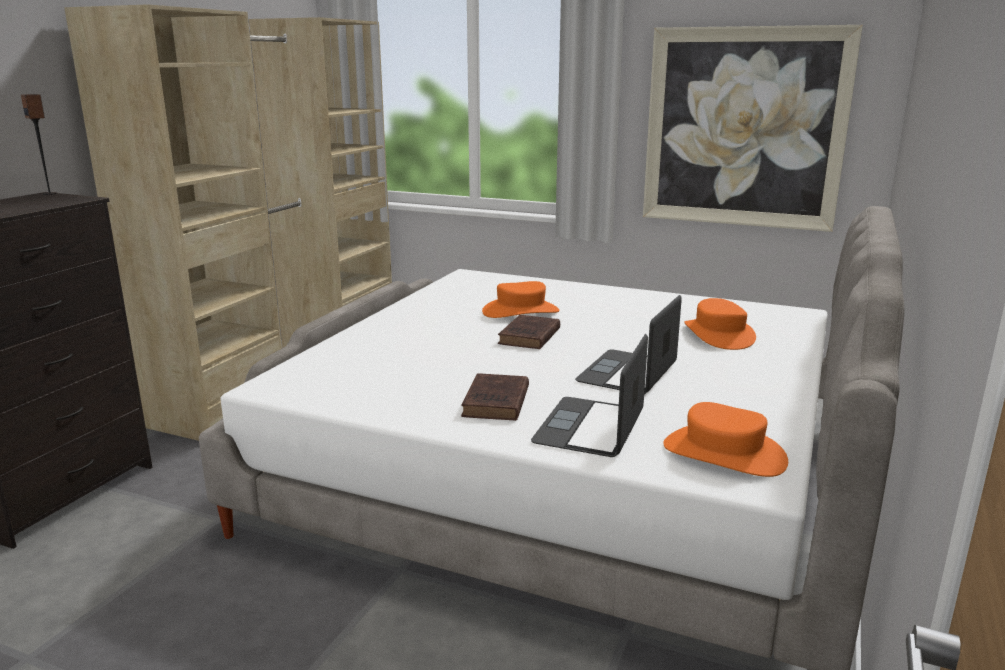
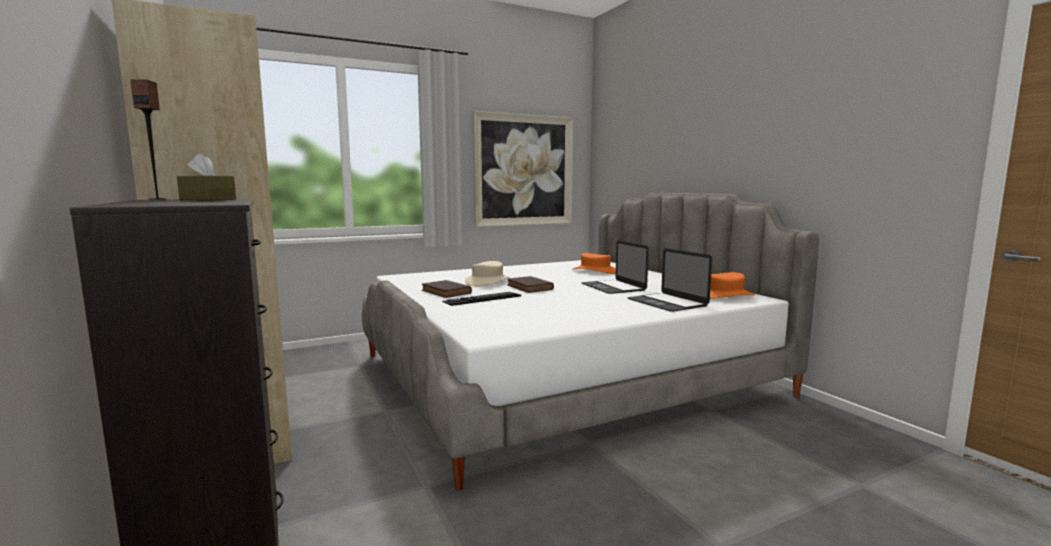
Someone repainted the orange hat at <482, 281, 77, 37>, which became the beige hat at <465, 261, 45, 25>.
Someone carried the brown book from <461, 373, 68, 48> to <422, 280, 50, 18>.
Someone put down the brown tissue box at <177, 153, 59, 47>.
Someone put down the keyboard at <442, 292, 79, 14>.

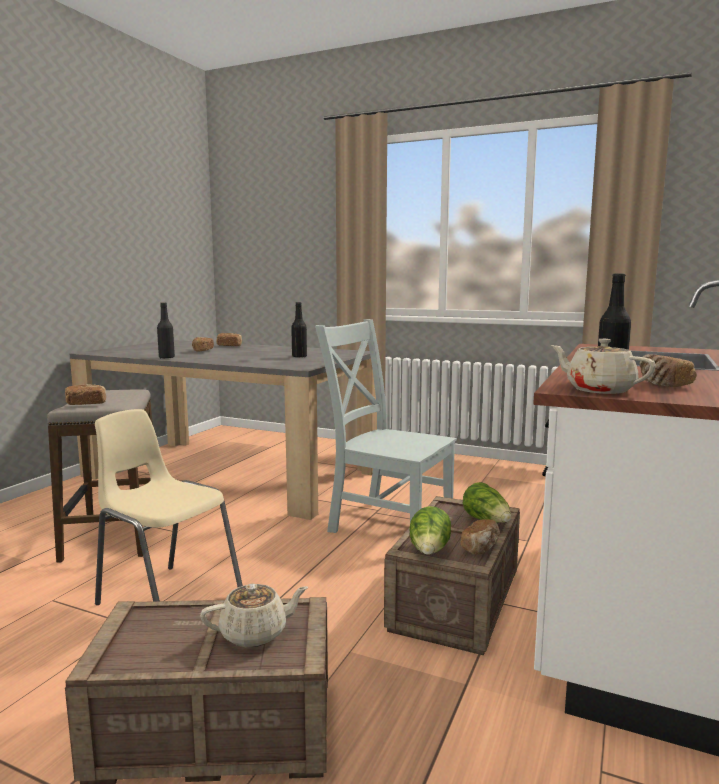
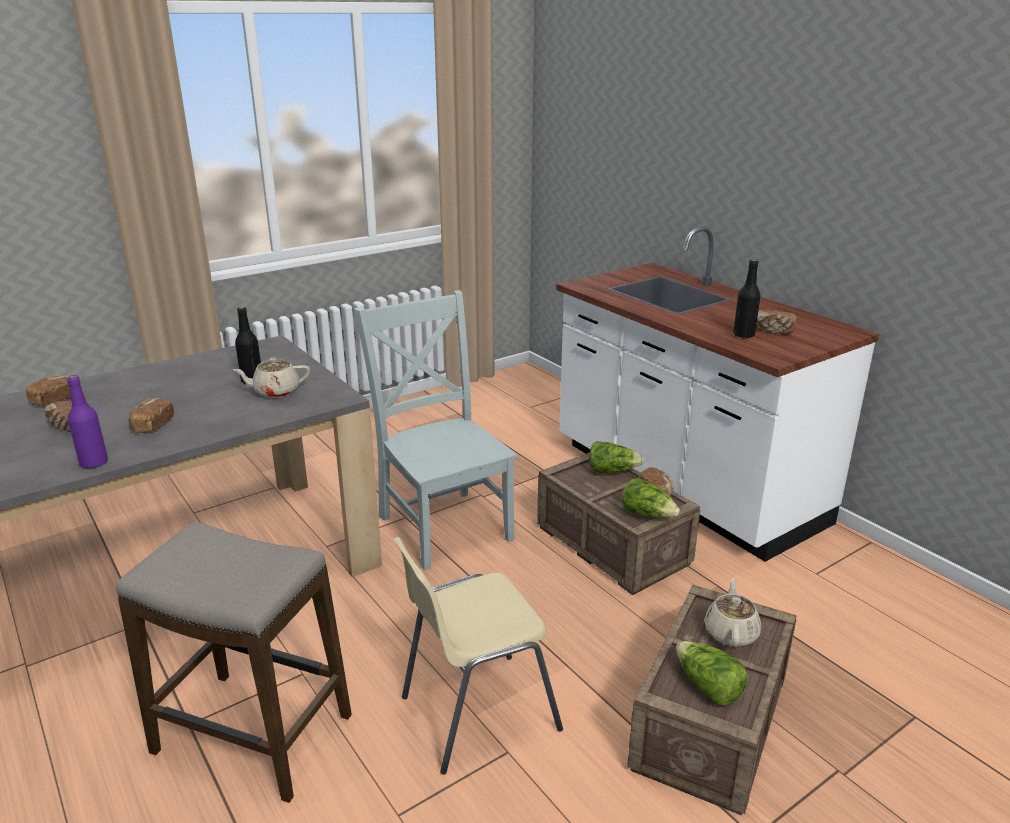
Someone repainted the black bottle at <157, 302, 18, 56>, which became the purple bottle at <67, 375, 41, 94>.
Someone rotated the grey chair at <315, 319, 142, 214> by 90 degrees clockwise.
Someone carried the beige teapot from <551, 338, 105, 56> to <233, 358, 77, 40>.
Someone carried the bread from <65, 384, 41, 21> to <128, 398, 46, 35>.
Someone put down the lettuce at <676, 641, 72, 65>.

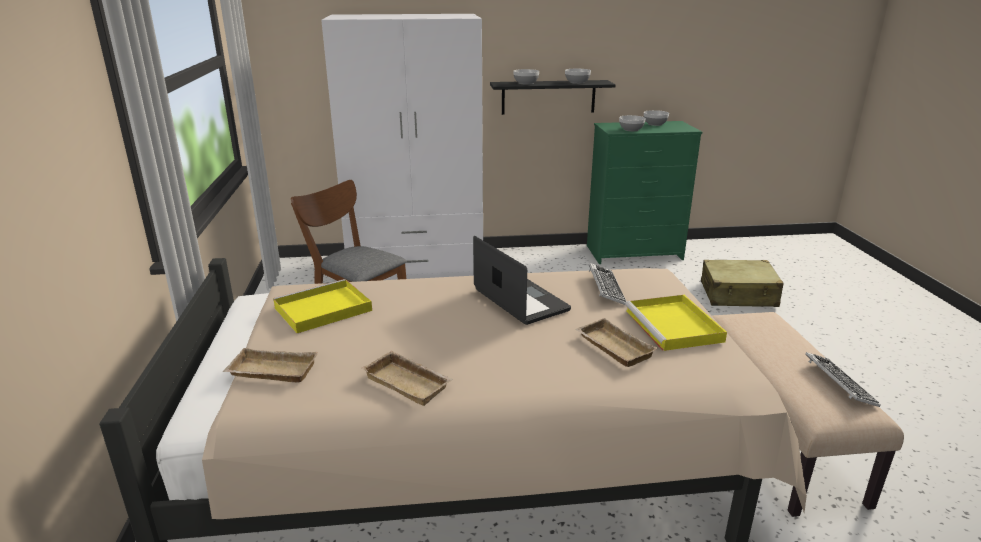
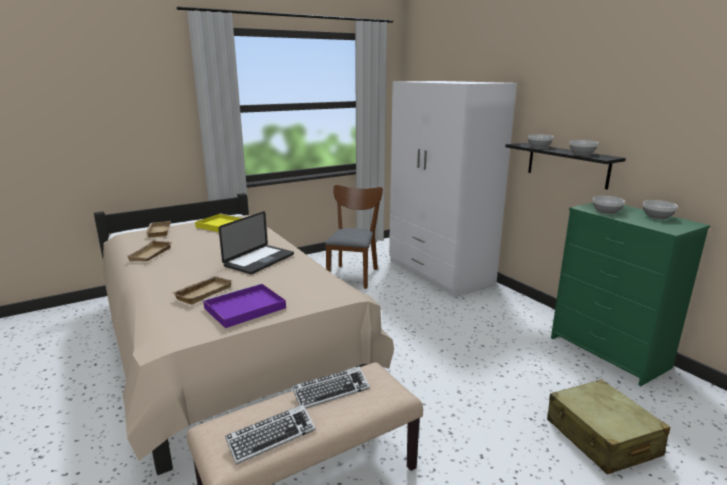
Someone carried the keyboard from <589, 263, 38, 42> to <292, 366, 78, 43>.
Someone repainted the yellow tray at <625, 295, 102, 56>, which became the purple tray at <203, 283, 83, 45>.

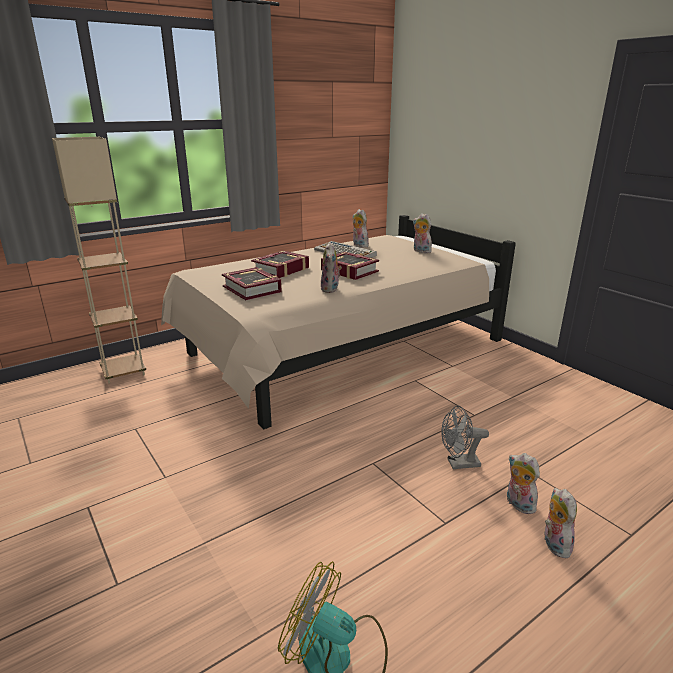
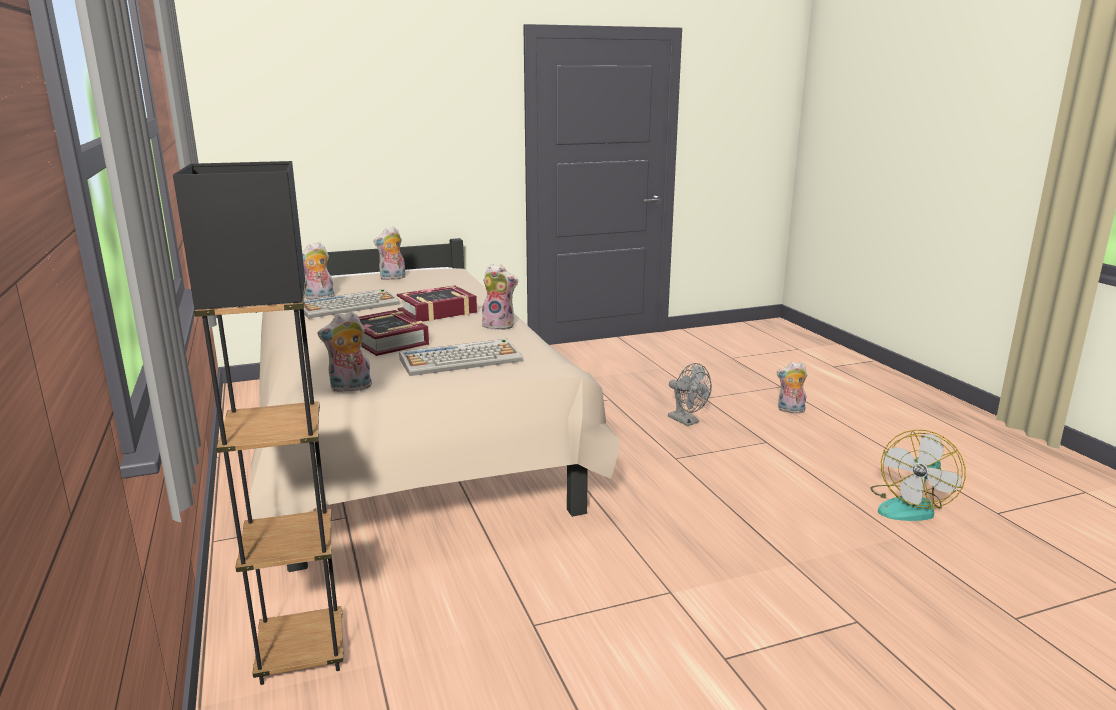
Someone repainted the beige floor lamp at <52, 137, 94, 247>, which became the black floor lamp at <173, 161, 171, 524>.
Someone swapped the book at <222, 267, 60, 33> for the keyboard at <399, 339, 124, 37>.
Someone rotated the grey fan at <441, 405, 48, 64> by 45 degrees counterclockwise.
Someone carried the plush toy from <507, 453, 33, 61> to <317, 311, 55, 81>.

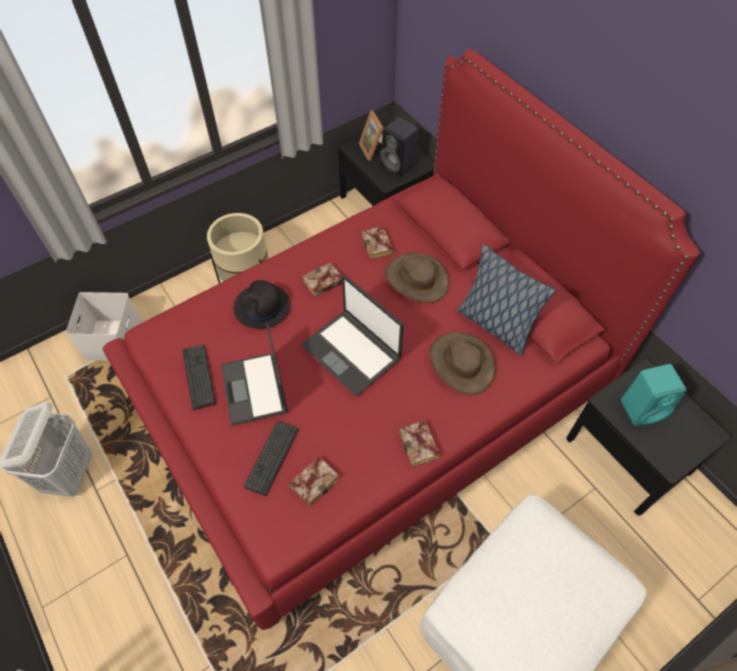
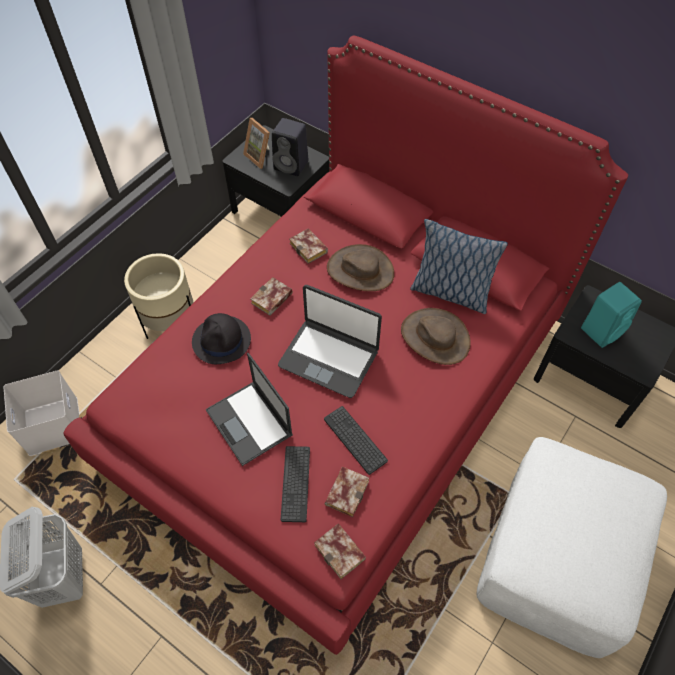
Someone carried the keyboard from <182, 344, 34, 66> to <324, 406, 64, 69>.
Someone carried the book from <399, 420, 41, 47> to <314, 523, 52, 56>.

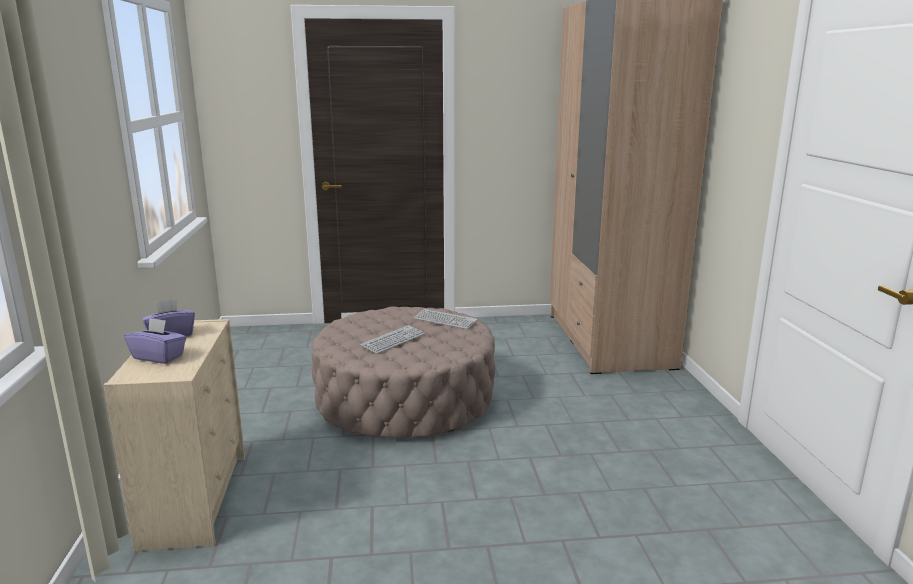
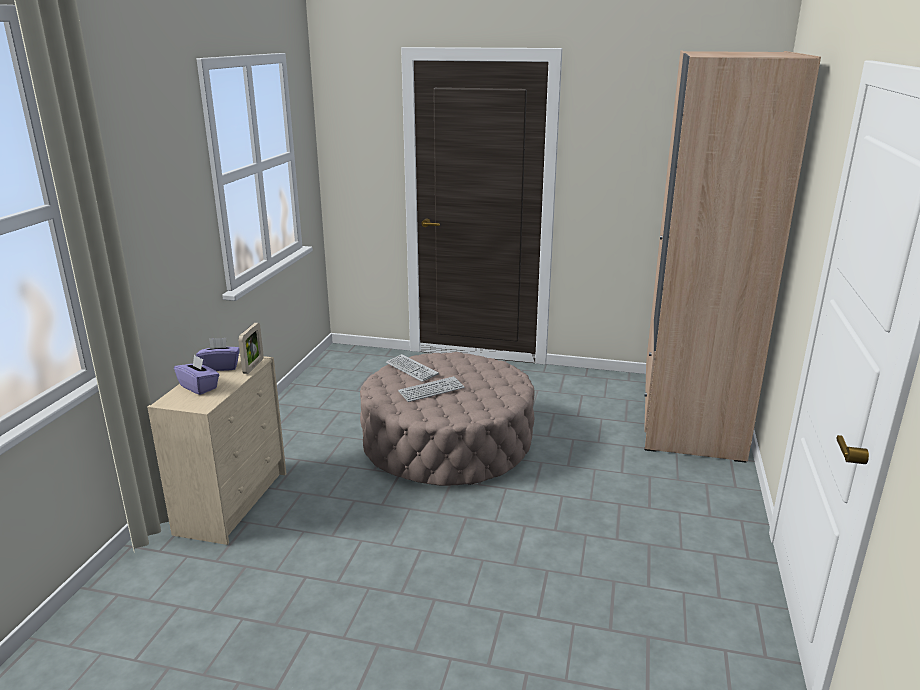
Someone carried the keyboard from <413, 309, 65, 20> to <386, 354, 53, 28>.
Someone put down the picture frame at <238, 323, 26, 51>.

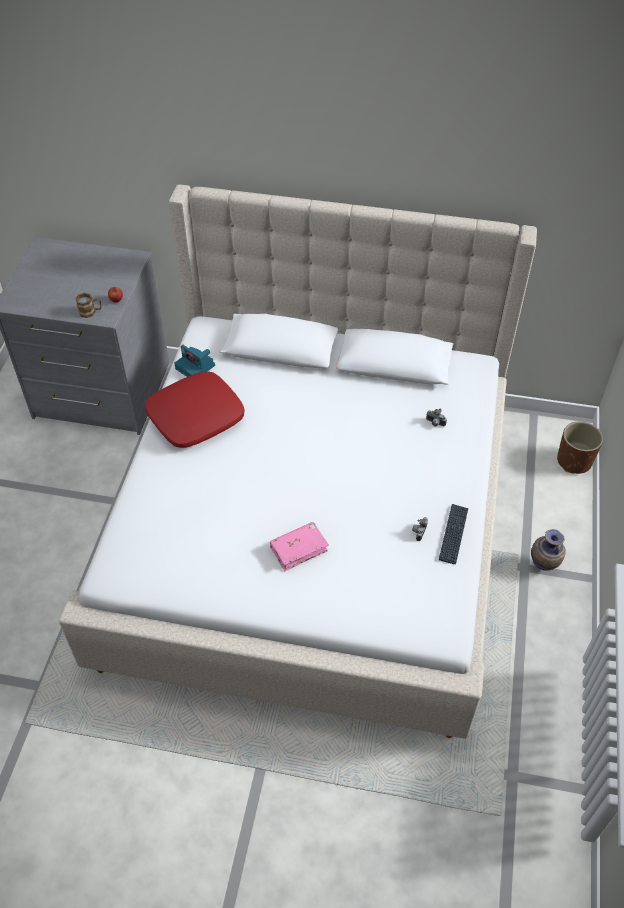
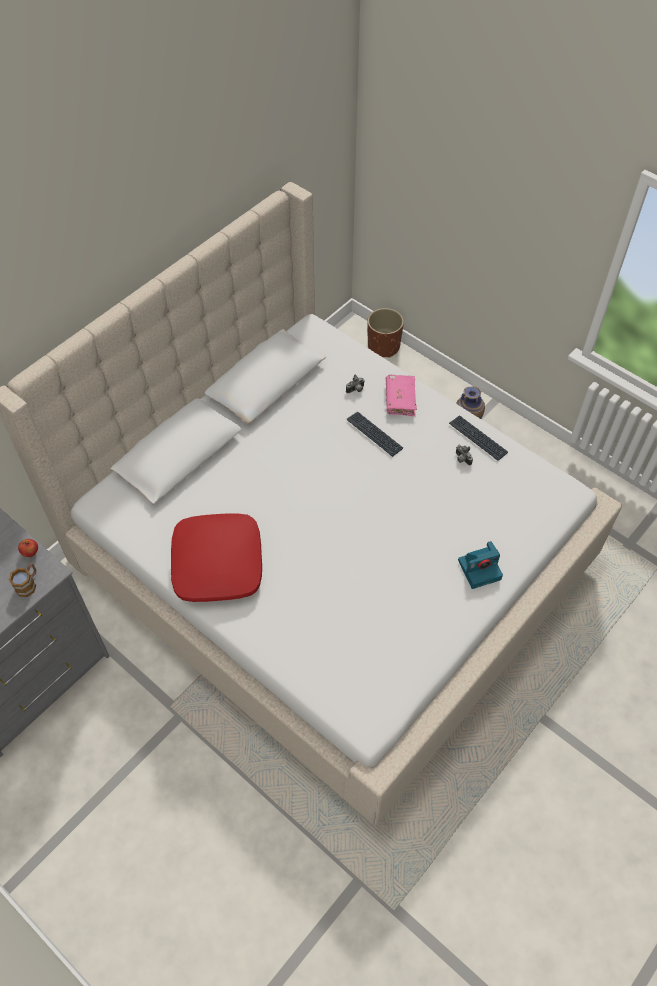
Someone carried the photo camera from <174, 345, 41, 32> to <458, 541, 45, 48>.
Someone carried the pink book from <270, 522, 59, 49> to <386, 375, 31, 41>.
Someone put down the keyboard at <346, 411, 57, 46>.

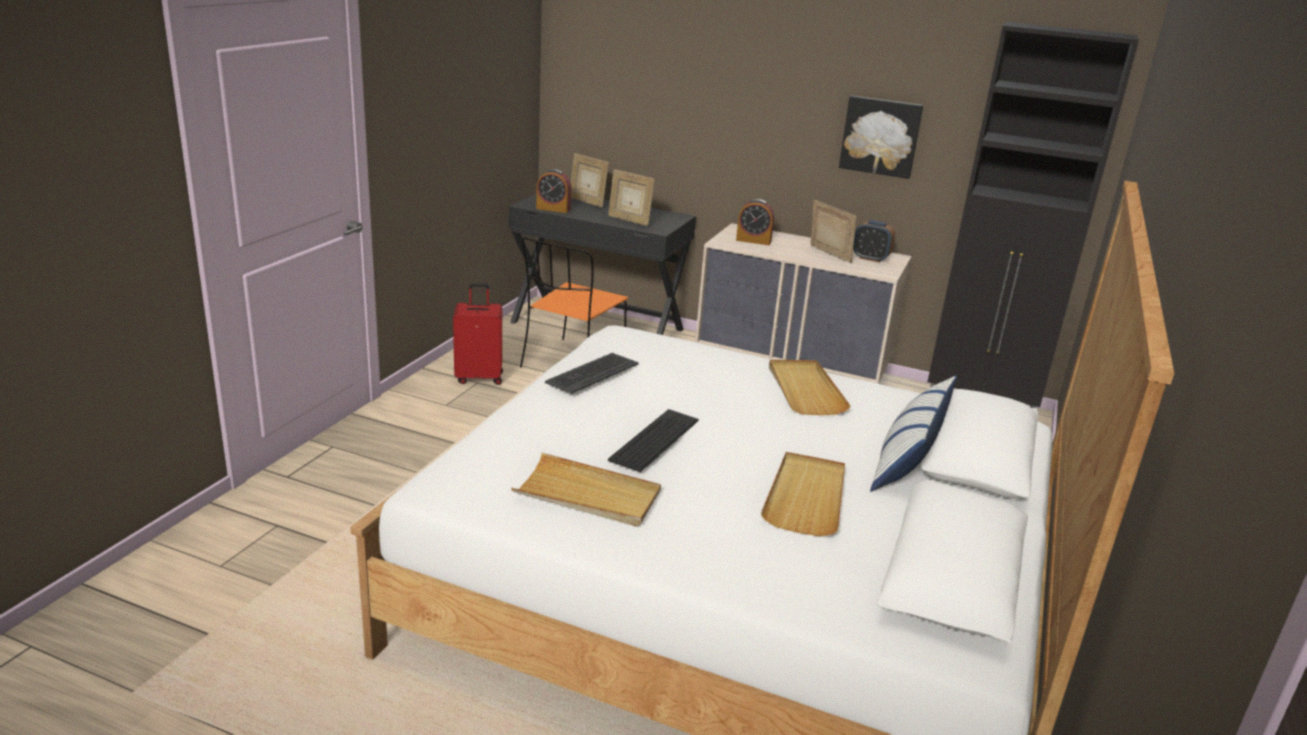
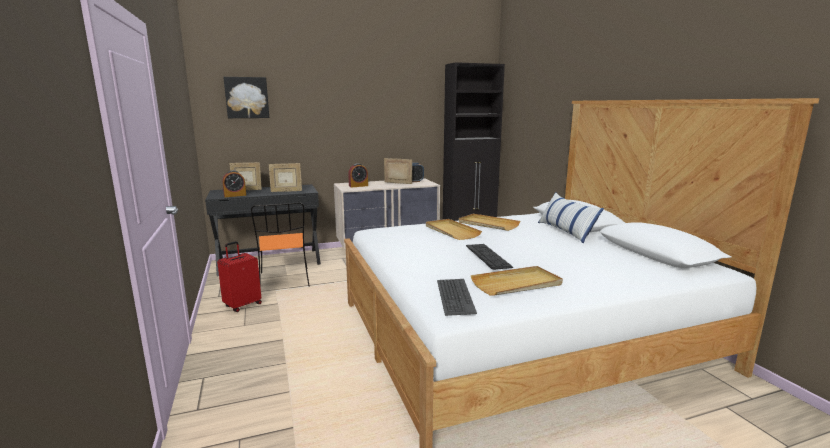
Someone carried the picture from <839, 96, 84, 83> to <223, 77, 46, 41>.
Someone carried the keyboard from <545, 353, 94, 41> to <437, 279, 40, 37>.
Someone carried the beige tray from <761, 452, 84, 84> to <426, 219, 56, 21>.

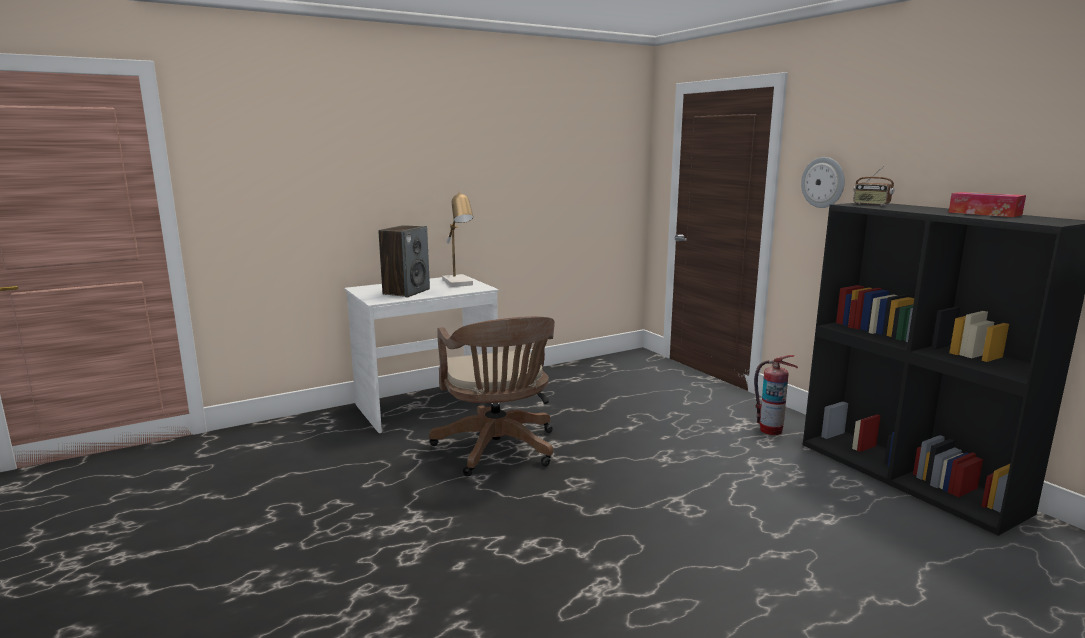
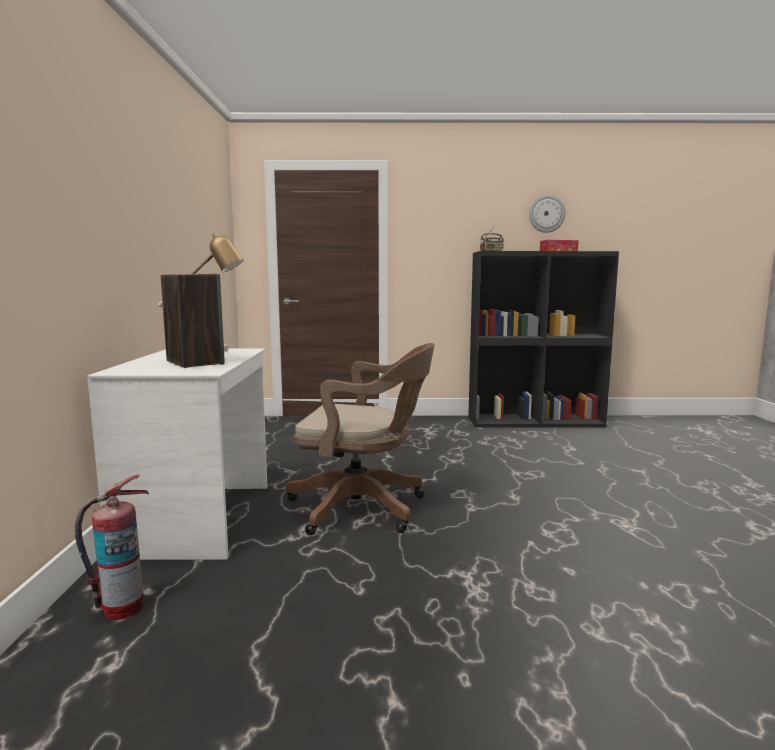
Someone carried the wall clock from <801, 157, 44, 51> to <529, 195, 37, 38>.
Someone carried the fire extinguisher from <754, 355, 44, 80> to <75, 475, 74, 145>.

